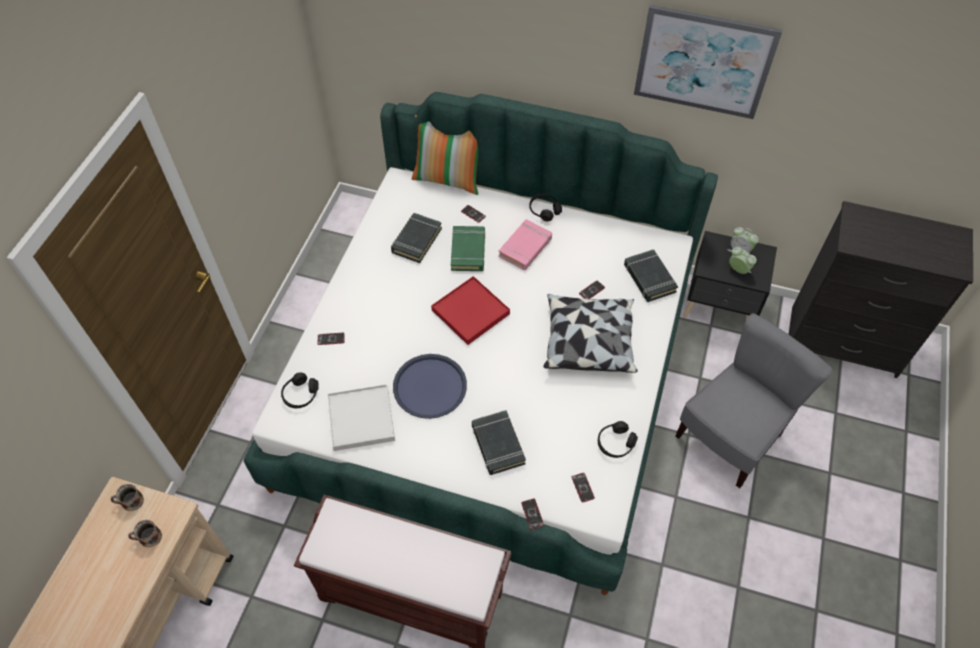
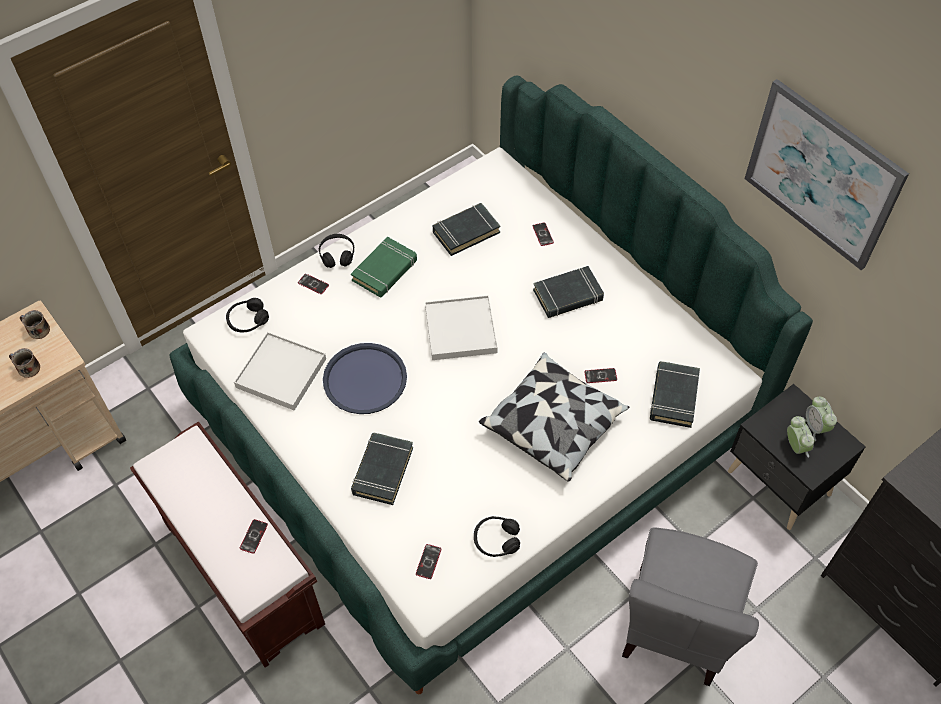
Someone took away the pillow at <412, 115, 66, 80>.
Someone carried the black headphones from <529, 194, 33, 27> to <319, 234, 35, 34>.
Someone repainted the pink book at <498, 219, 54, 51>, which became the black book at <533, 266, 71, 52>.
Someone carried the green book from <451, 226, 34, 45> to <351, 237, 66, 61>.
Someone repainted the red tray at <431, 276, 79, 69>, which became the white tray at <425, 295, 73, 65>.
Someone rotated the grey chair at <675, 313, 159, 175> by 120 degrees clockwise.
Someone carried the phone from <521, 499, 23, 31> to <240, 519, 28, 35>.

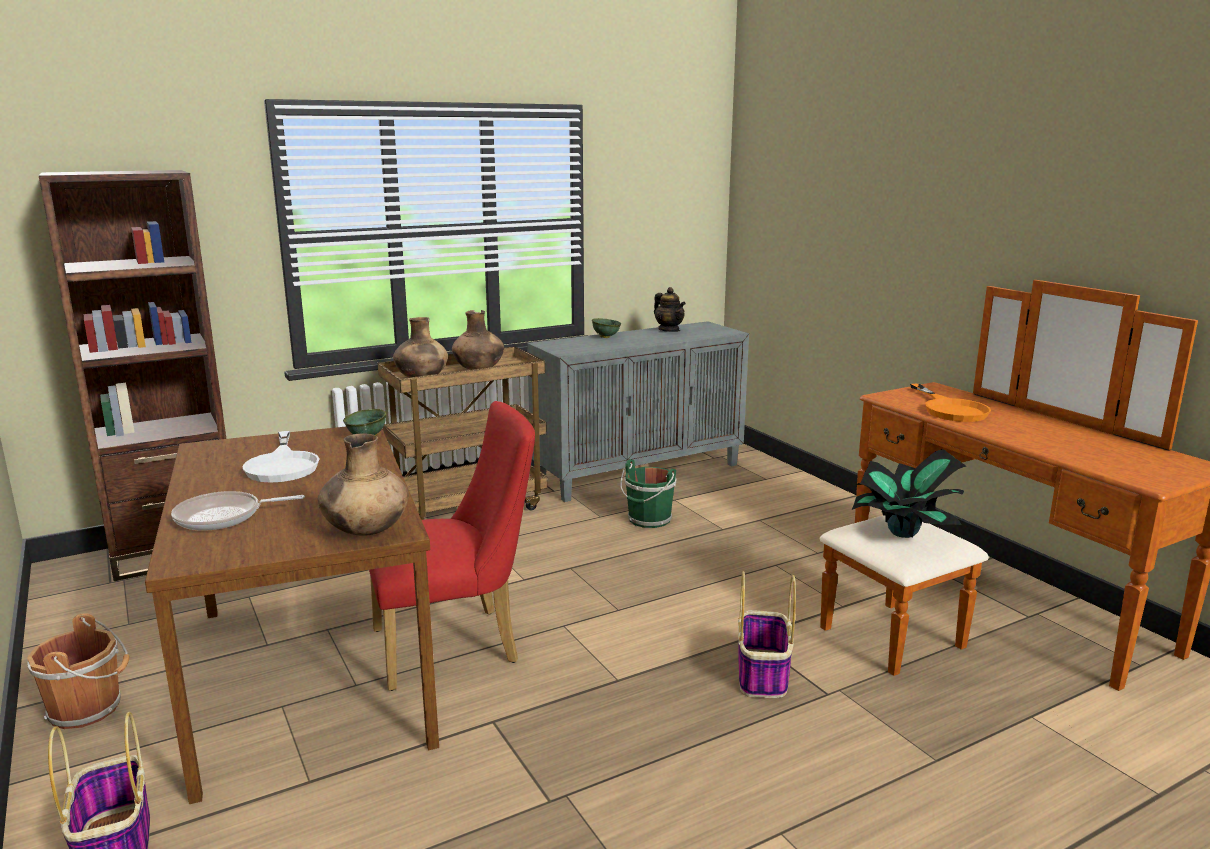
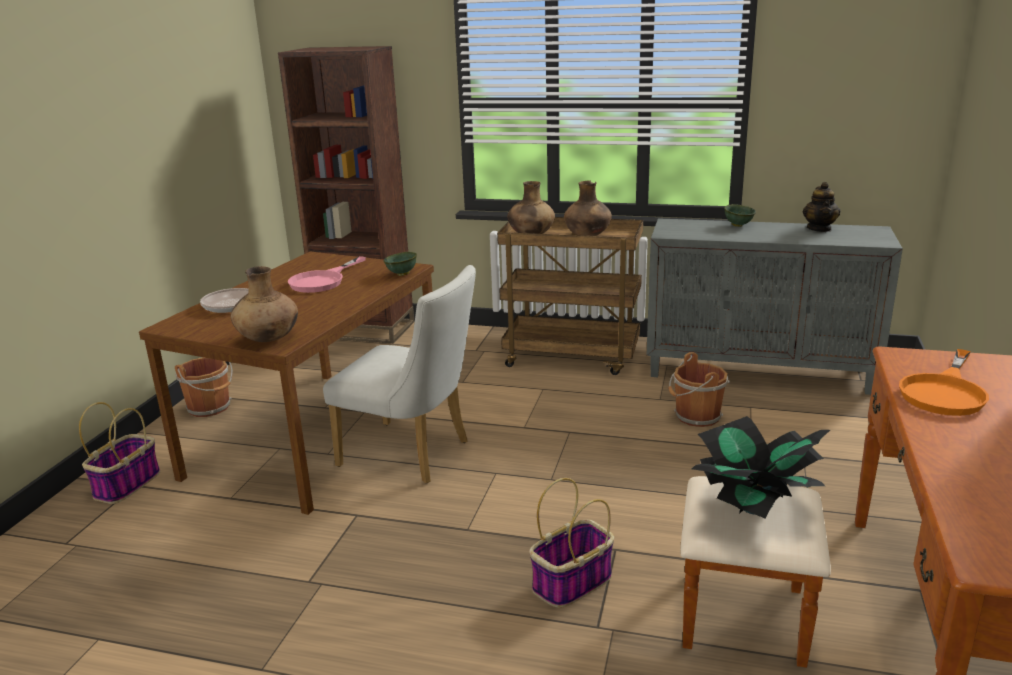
Someone repainted the red chair at <369, 401, 166, 290>, which became the white chair at <323, 265, 153, 219>.
Someone repainted the white frying pan at <242, 431, 77, 52>, which became the pink frying pan at <288, 256, 78, 37>.
Someone repainted the green bucket at <620, 459, 57, 69>, which became the brown bucket at <668, 352, 62, 75>.

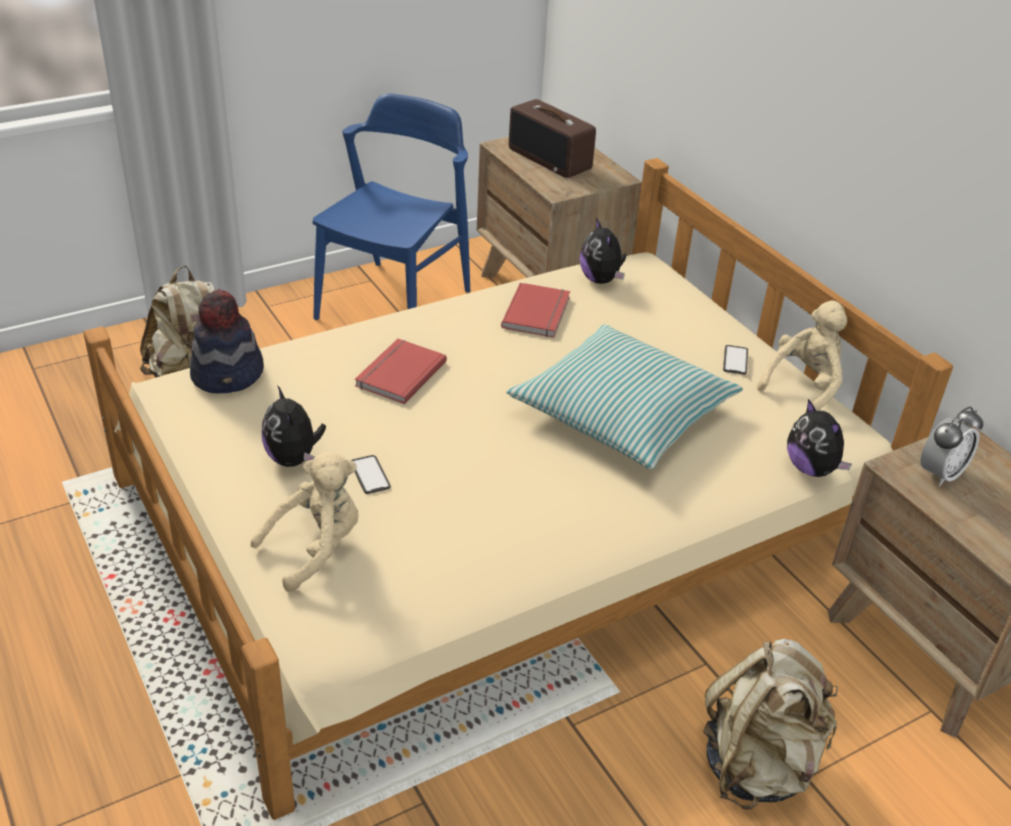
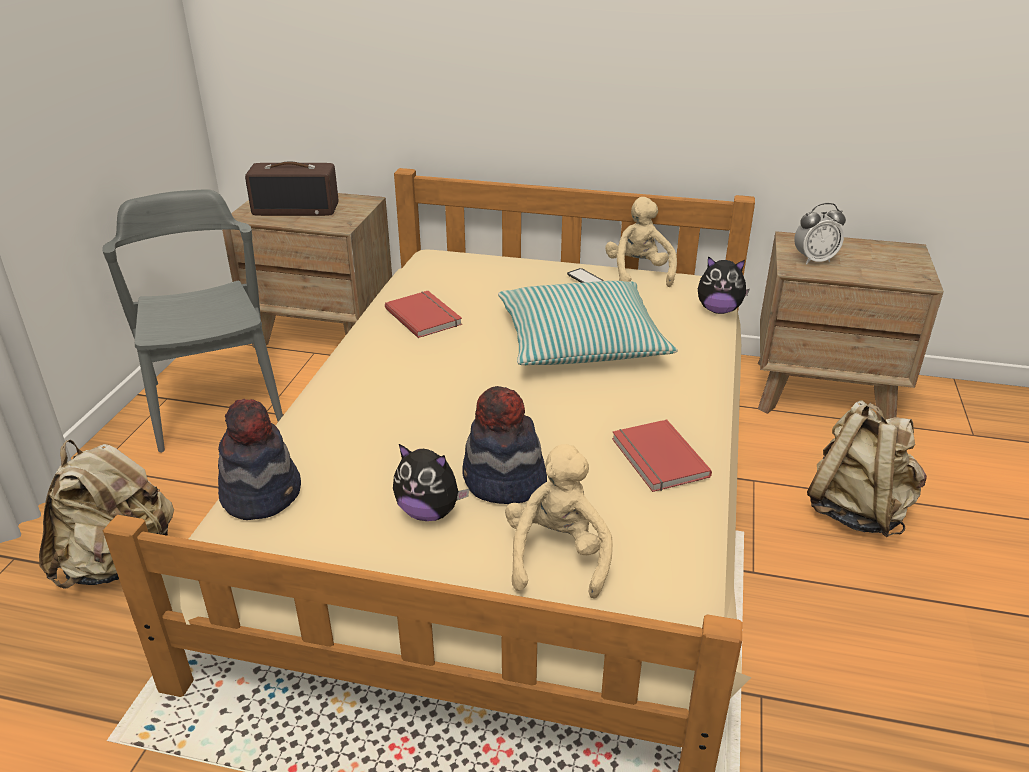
Someone repainted the blue chair at <313, 93, 157, 227>, which became the grey chair at <102, 189, 181, 264>.
Someone took away the plush toy at <580, 218, 46, 66>.
Someone carried the red book from <355, 339, 92, 65> to <612, 420, 100, 72>.
Someone rotated the alarm clock at <921, 406, 63, 80> by 75 degrees clockwise.
Someone swapped the phone at <351, 455, 40, 39> for the hat at <462, 386, 85, 118>.

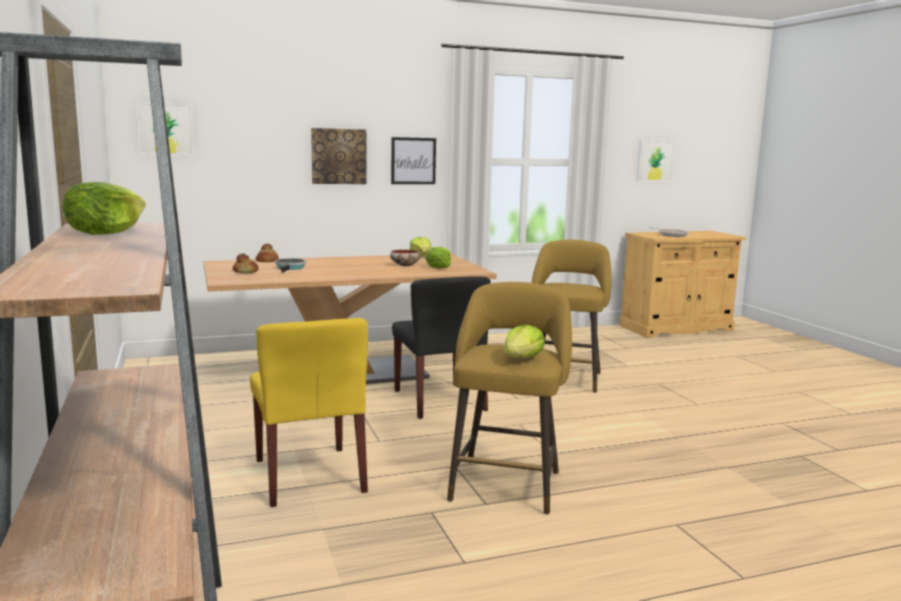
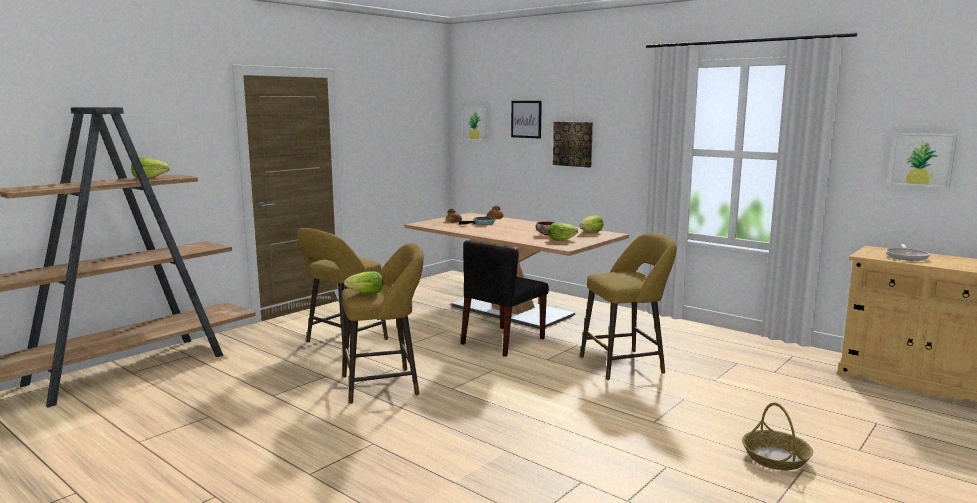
Someone carried the picture from <391, 137, 45, 47> to <511, 101, 31, 38>.
Someone swapped the yellow chair at <250, 318, 118, 189> for the yellow stool at <297, 228, 91, 121>.
Someone put down the basket at <742, 403, 71, 67>.

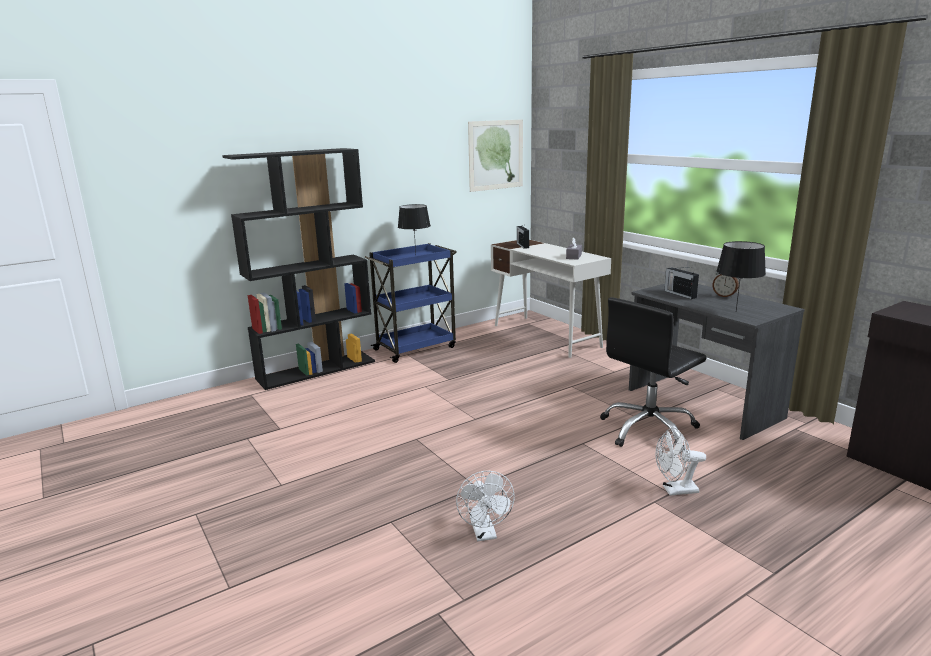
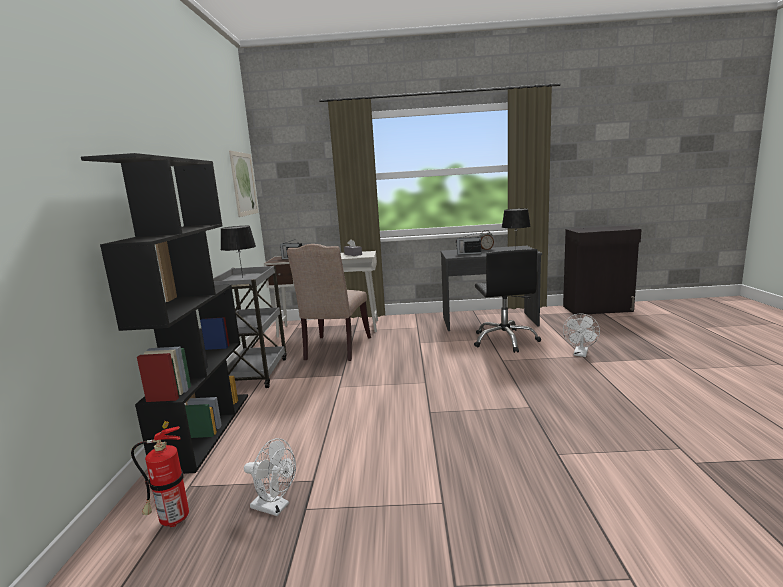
Someone repainted the blue cart at <365, 243, 92, 120>, which became the grey cart at <213, 265, 74, 123>.
Someone carried the white fan from <456, 471, 59, 70> to <244, 438, 52, 78>.
Someone put down the beige chair at <287, 244, 84, 117>.
Someone put down the fire extinguisher at <131, 421, 58, 106>.

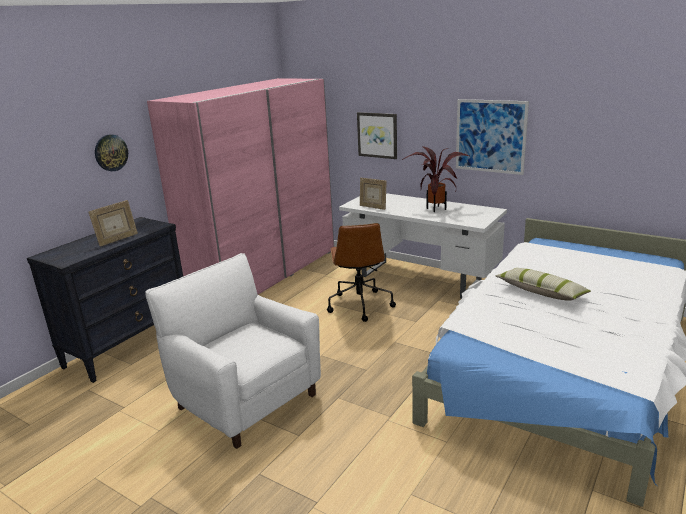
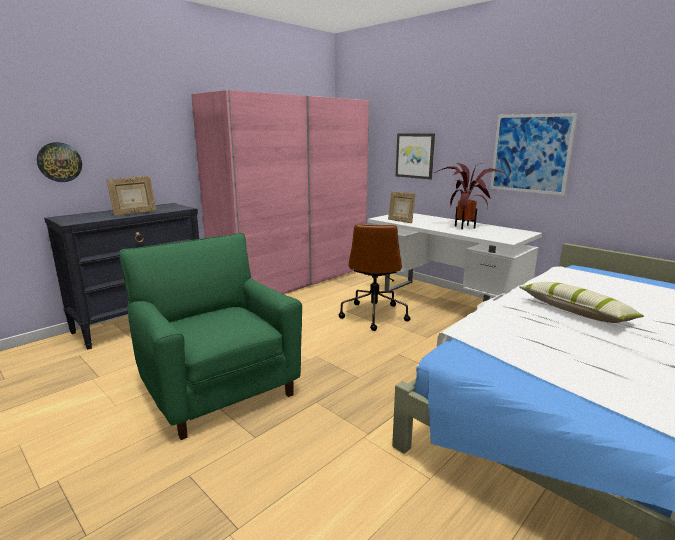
Someone carried the wall clock from <95, 135, 33, 36> to <37, 142, 45, 40>.
Someone repainted the white armchair at <145, 253, 176, 196>, which became the green armchair at <119, 233, 183, 207>.

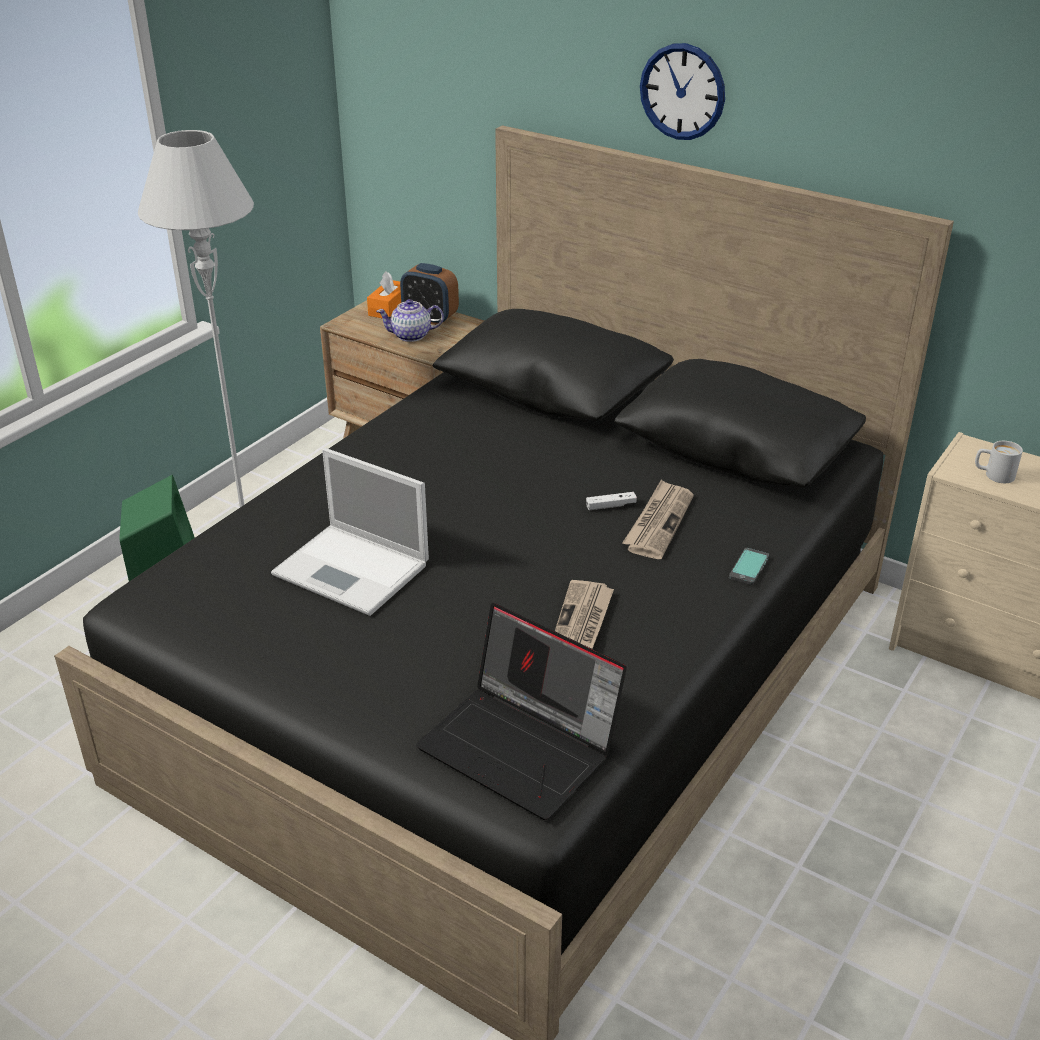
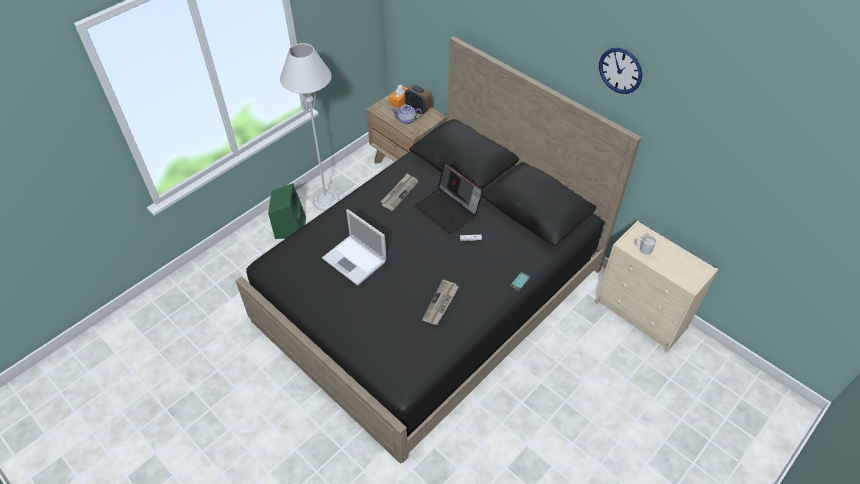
Someone carried the wall clock from <640, 43, 85, 97> to <599, 48, 43, 46>.
Someone carried the newspaper from <622, 479, 72, 80> to <380, 173, 39, 38>.
Someone carried the laptop from <416, 603, 211, 217> to <414, 162, 69, 72>.

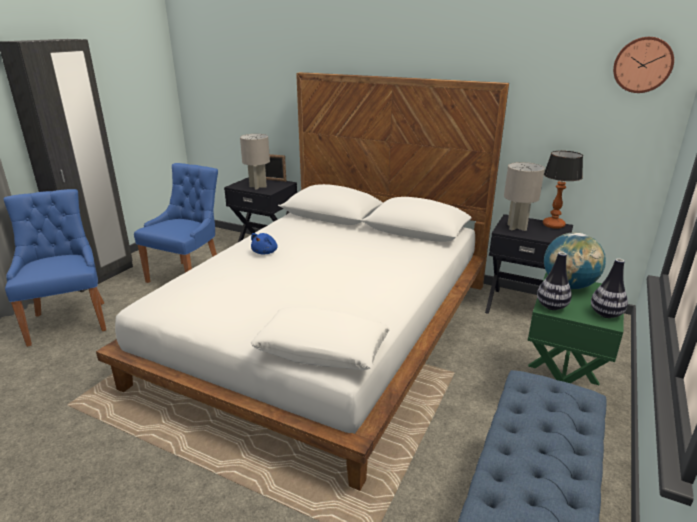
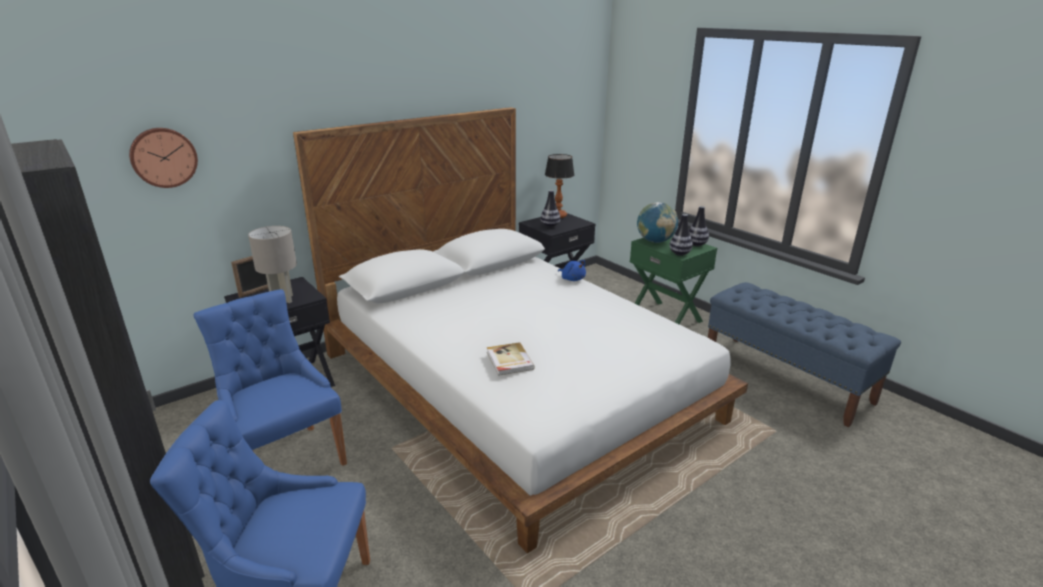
Someone carried the wall clock from <613, 37, 61, 56> to <129, 128, 69, 60>.
Someone swapped the grey table lamp at <504, 162, 41, 69> for the vase at <541, 190, 19, 38>.
Someone carried the blue plush toy from <251, 233, 27, 21> to <558, 260, 28, 21>.
Someone took away the white pillow at <251, 307, 139, 63>.
Someone put down the book at <487, 342, 48, 34>.

